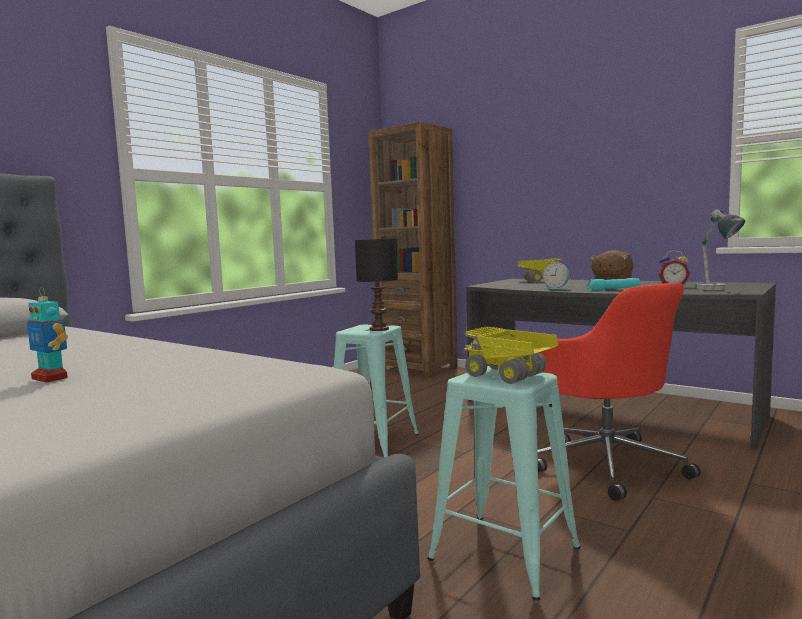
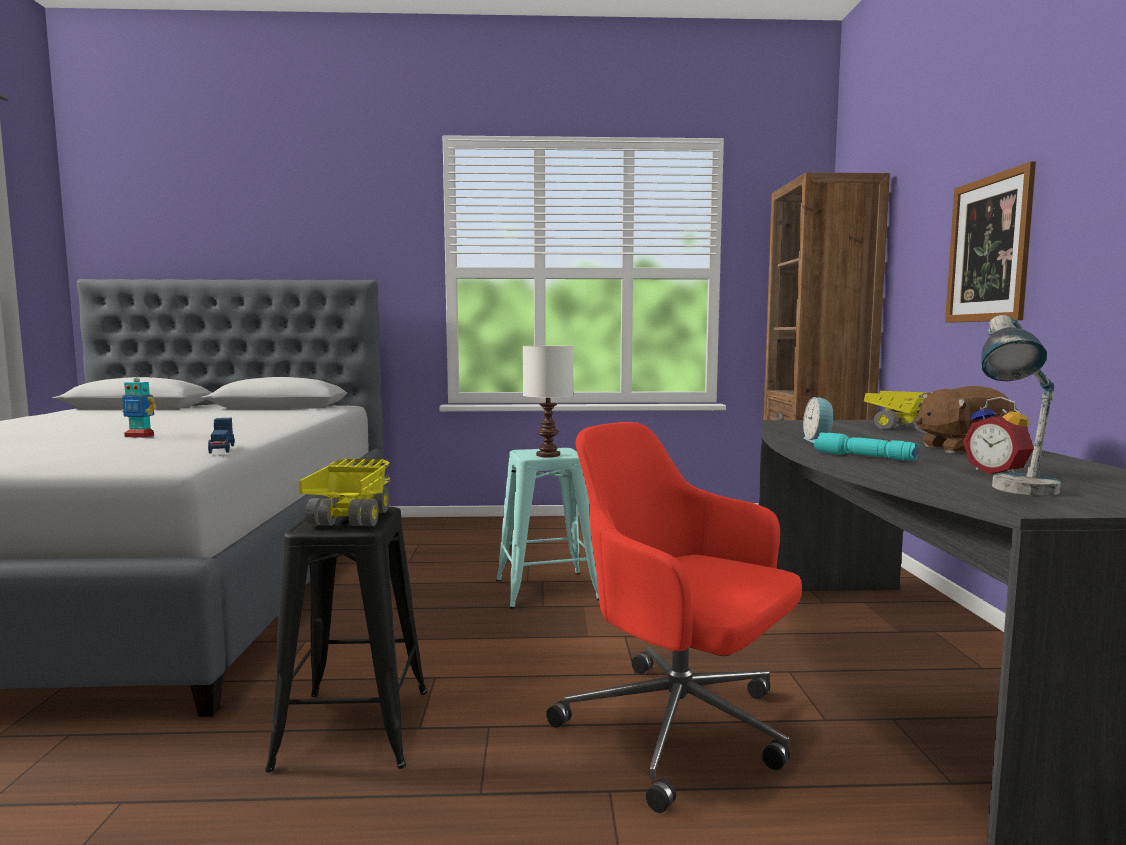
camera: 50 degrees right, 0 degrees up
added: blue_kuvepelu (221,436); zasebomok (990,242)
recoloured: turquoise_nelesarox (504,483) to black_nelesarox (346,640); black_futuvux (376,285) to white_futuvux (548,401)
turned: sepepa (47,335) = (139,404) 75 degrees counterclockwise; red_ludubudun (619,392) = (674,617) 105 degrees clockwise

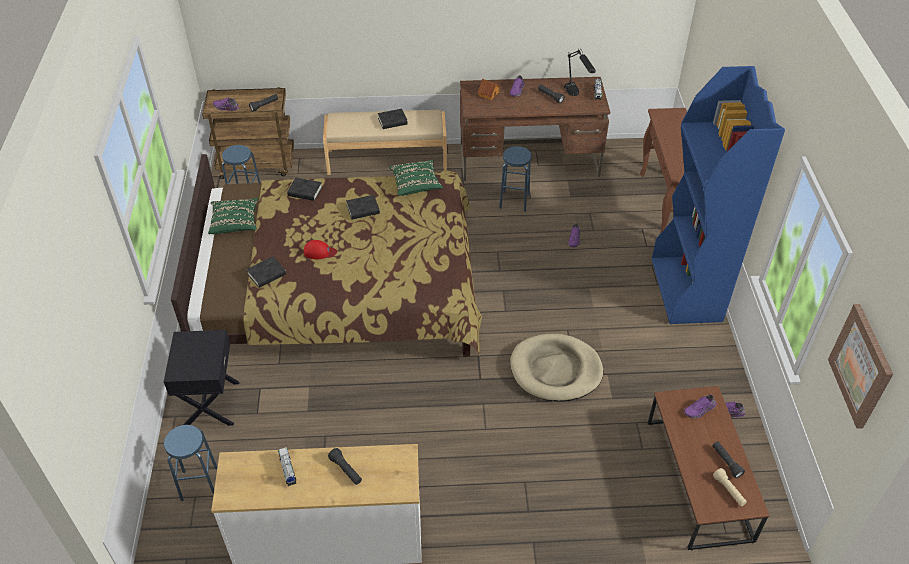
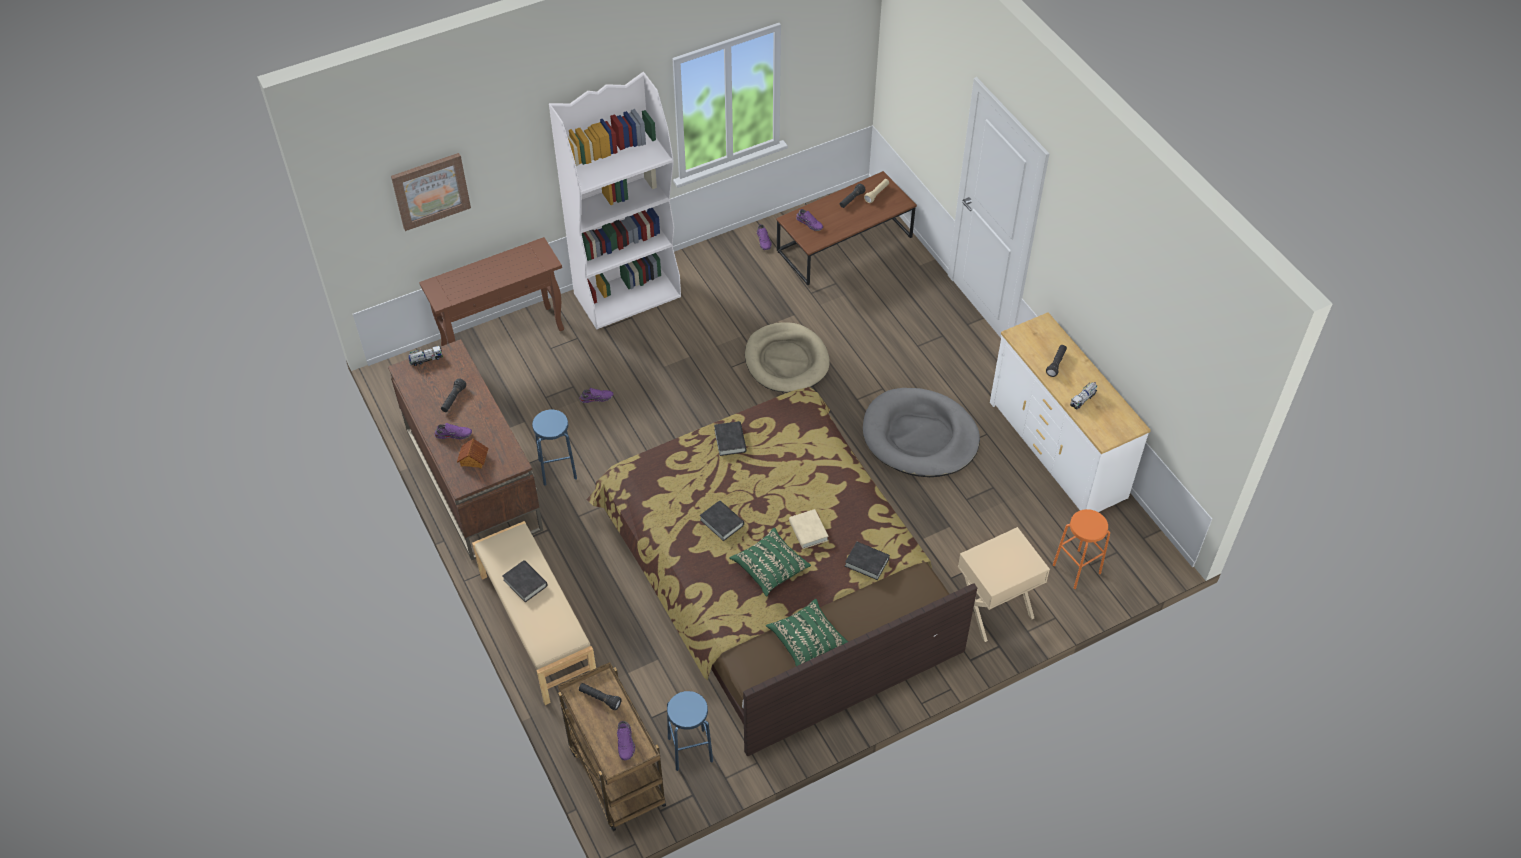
camera: 115 degrees left, 5 degrees up
removed: black_futuvux (580,72)
added: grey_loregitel (921,432)
moved: zasebomok (860,366) to (431,192); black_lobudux (304,189) to (730,438); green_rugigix (416,177) to (770,562)
replaced: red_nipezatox (320,249) to beige_lobudux (809,529)
recoloured: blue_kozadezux (718,195) to white_kozadezux (615,200); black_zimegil (201,378) to beige_zimegil (1004,584); blue_nelesarox (190,463) to orange_nelesarox (1081,549)

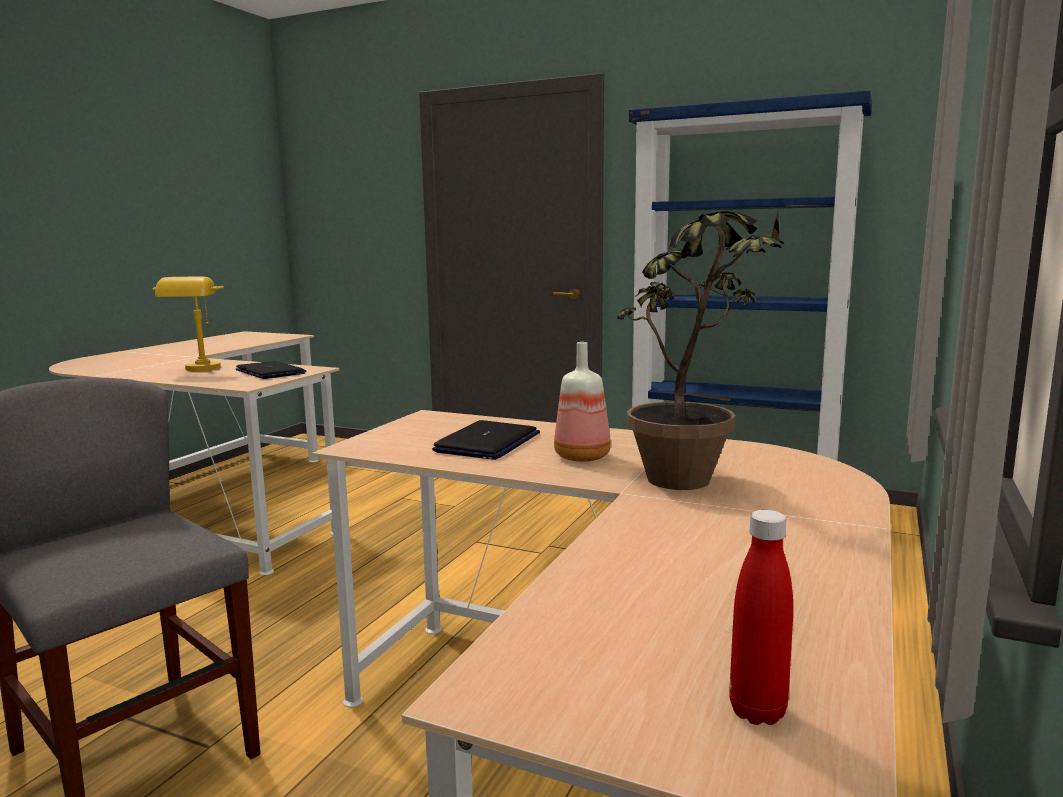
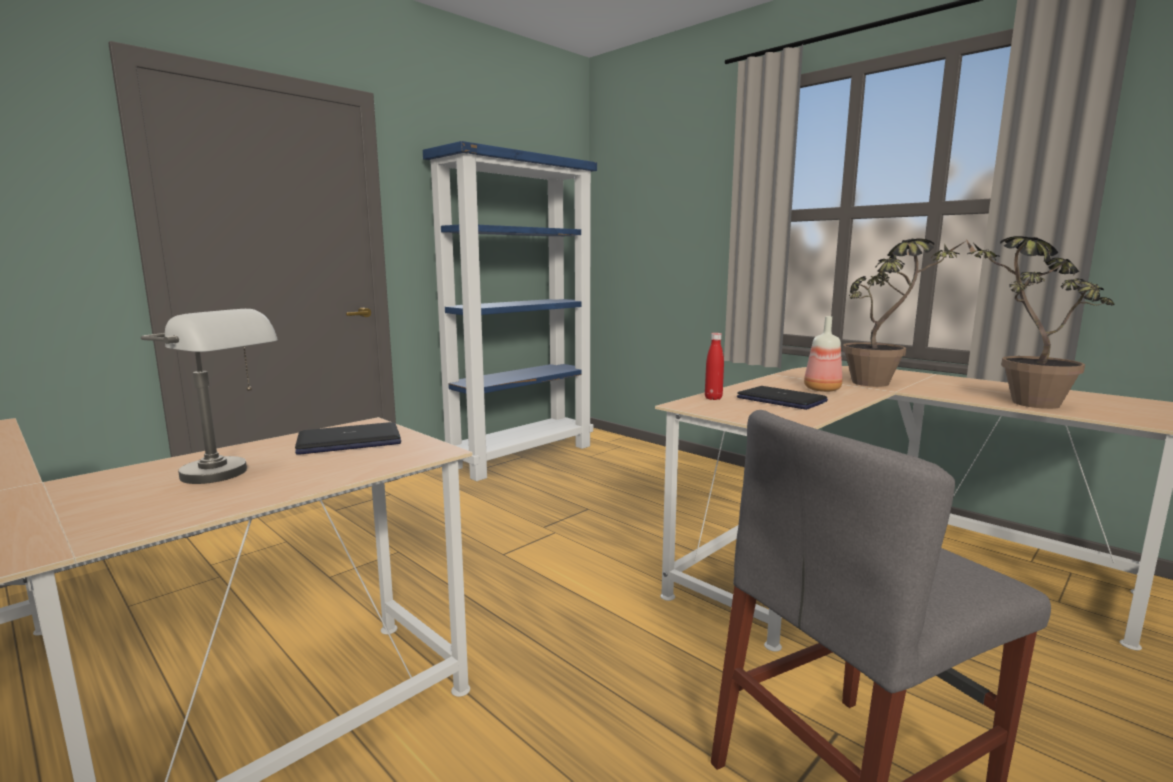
camera: 70 degrees left, 0 degrees up
added: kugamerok (1040,322)
moved: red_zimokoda (761,617) to (714,366)
recoloured: yellow_futuvux (188,324) to grey_futuvux (209,396)

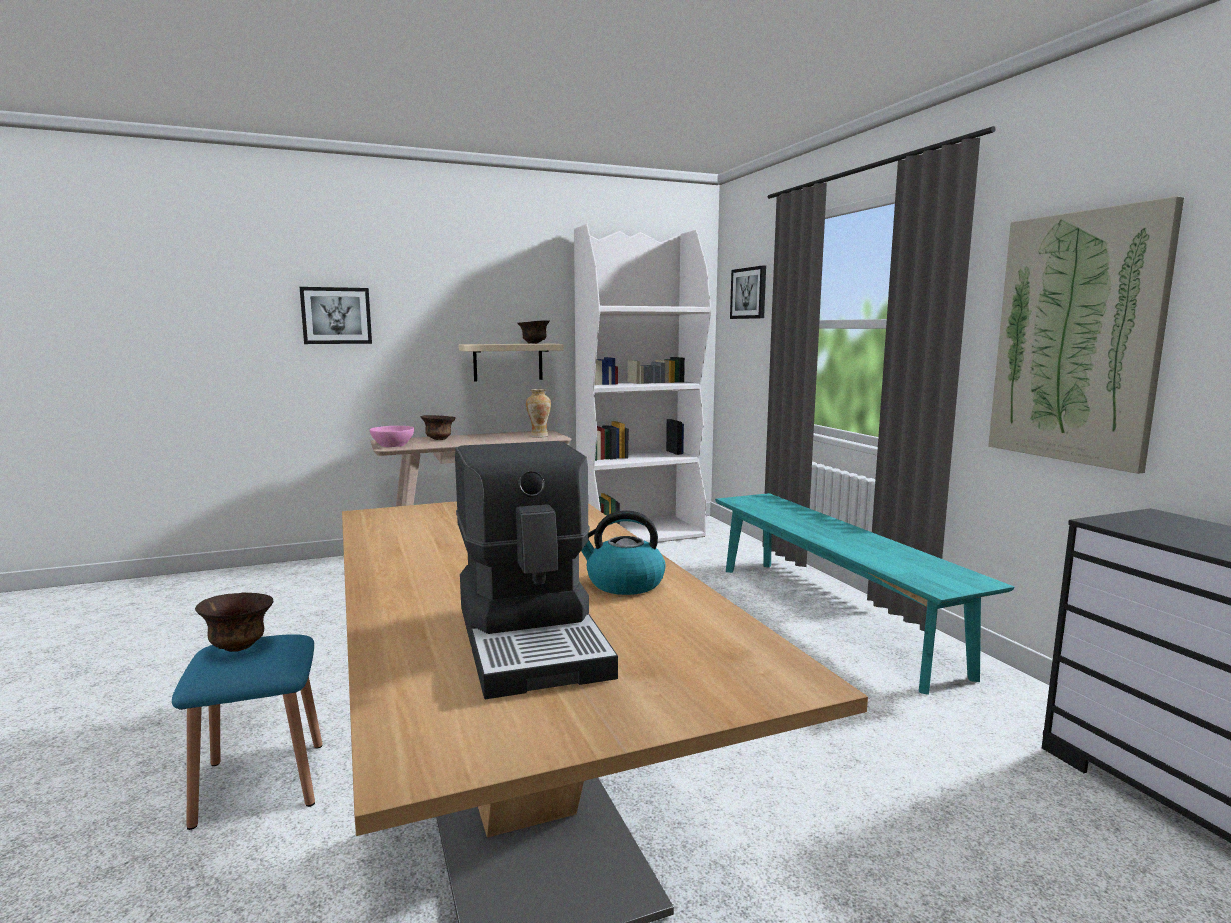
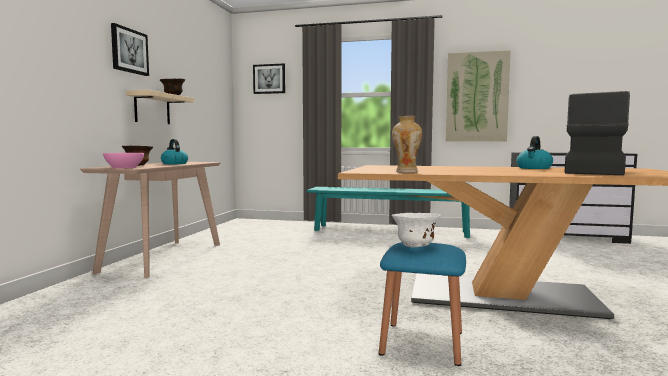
camera: 55 degrees left, 5 degrees down
removed: white_kozadezux (642,383)
added: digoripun (174,151)
moved: zasebomok (336,315) to (130,49); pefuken (538,413) to (407,144)
recoloured: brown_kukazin (234,622) to white_kukazin (416,230)
turned: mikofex (536,570) = (597,133) 75 degrees counterclockwise

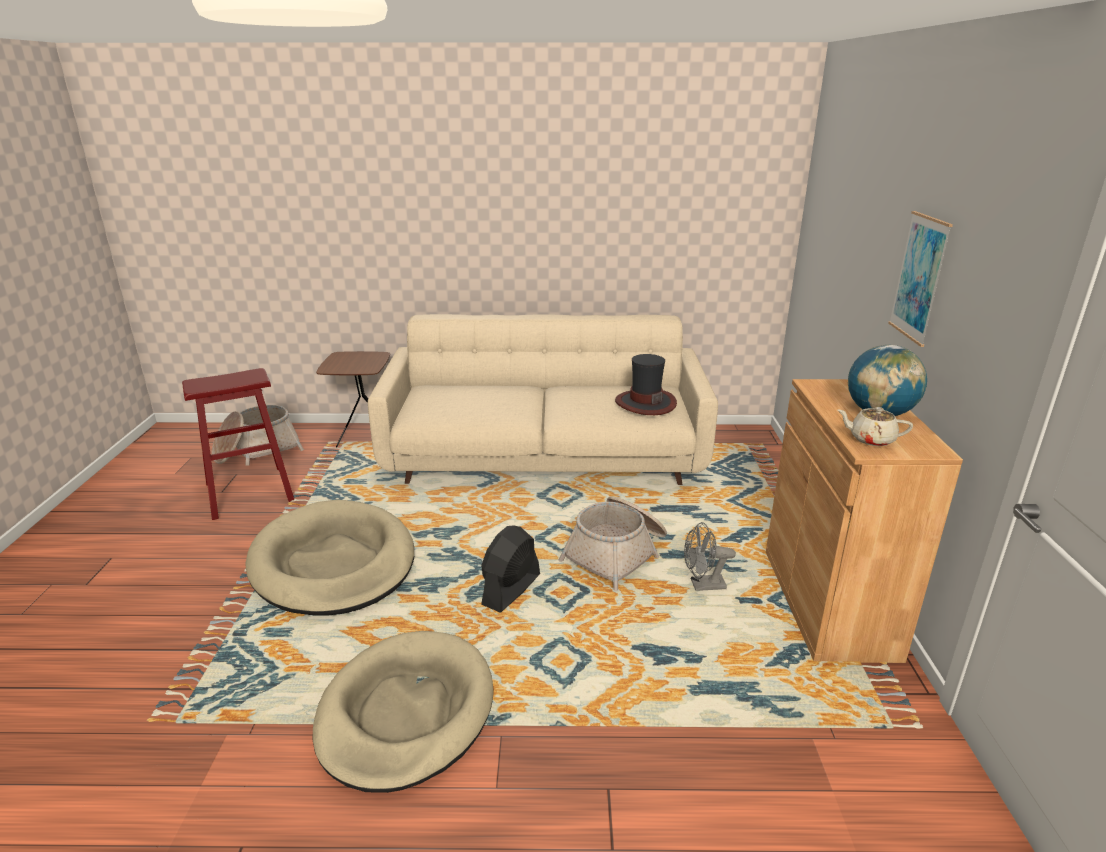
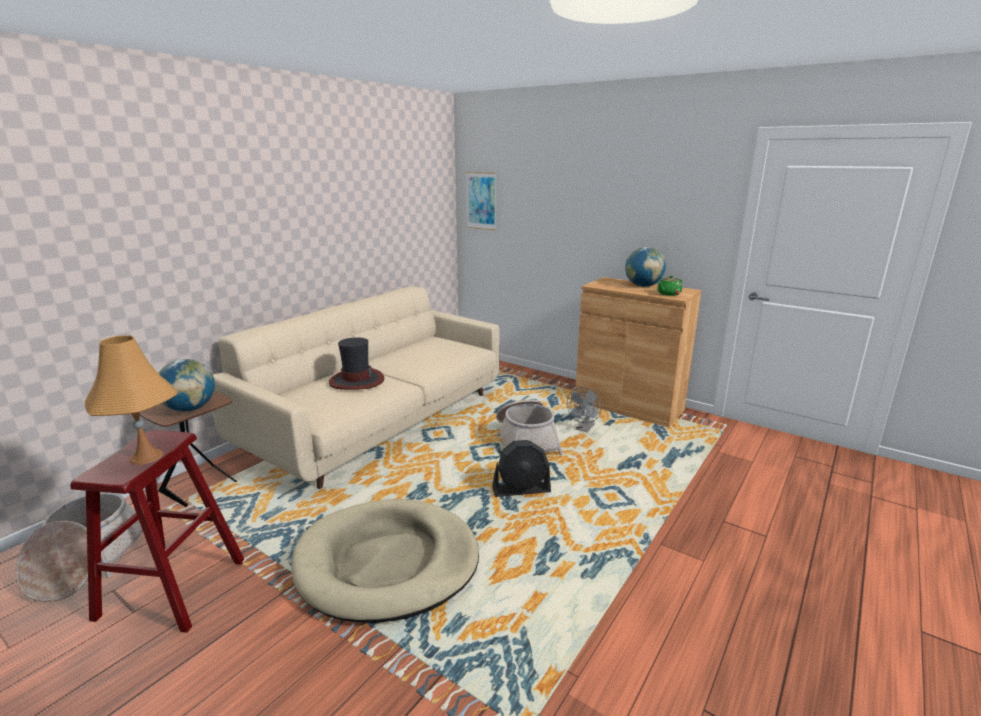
camera: 55 degrees left, 5 degrees down
removed: beige_loregitel (402,712)
added: orange_futuvux (131,400); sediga (187,385)
moved: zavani (646,384) to (356,363); zasebomok (920,279) to (481,201)
recoloured: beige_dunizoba (875,426) to green_dunizoba (669,285)
turned: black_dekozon (510,569) = (521,468) 75 degrees counterclockwise

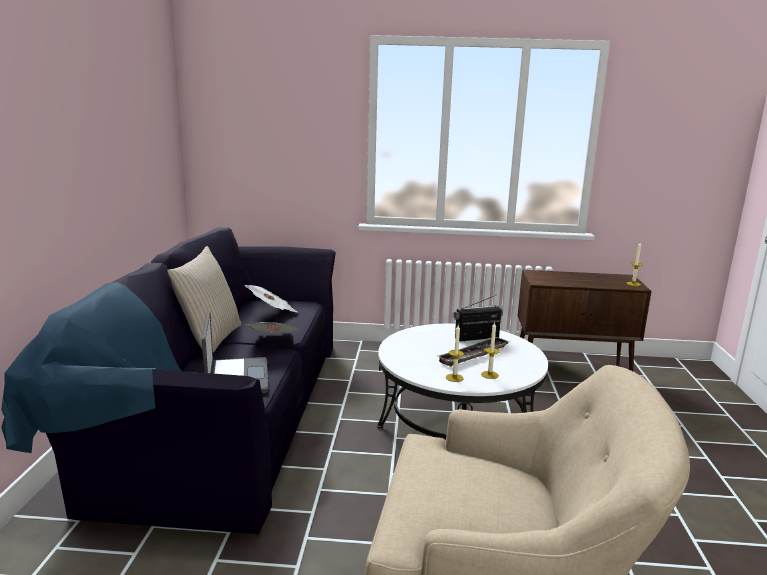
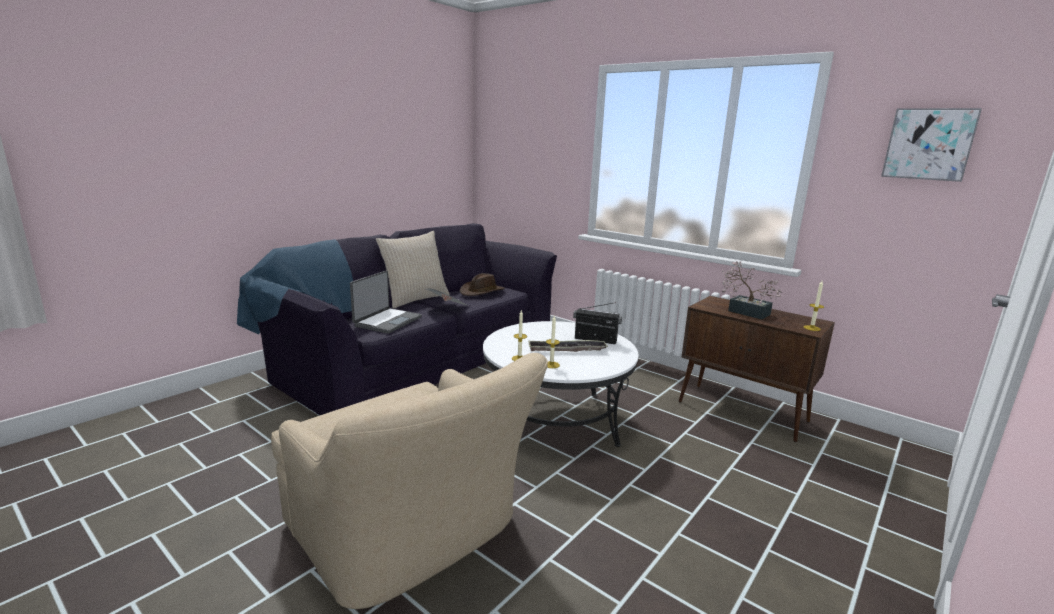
camera: 35 degrees right, 0 degrees up
added: kugamerok (752,290); zasebomok (931,145)
replaced: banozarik (270,298) to brown_zavani (482,284)

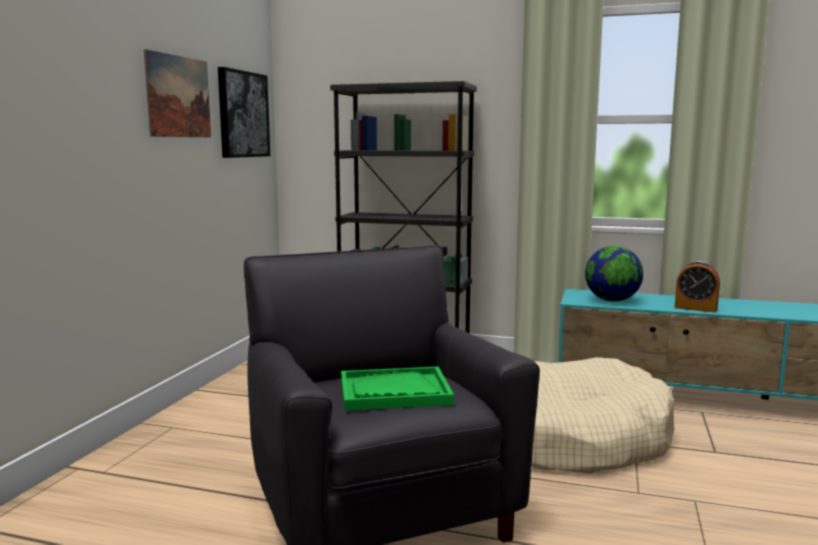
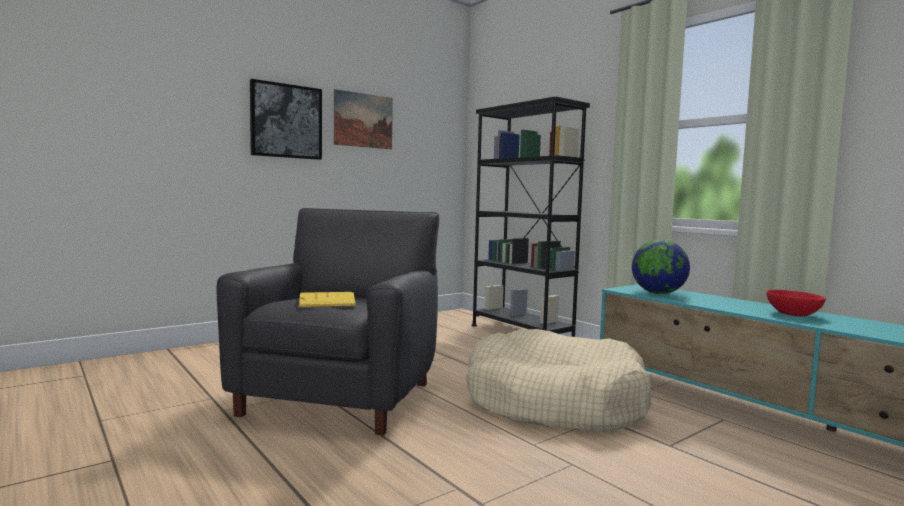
camera: 35 degrees right, 5 degrees down
removed: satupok (697,287)
added: red_kukazin (796,303)
moved: zasebomok (244,112) to (286,119)
replaced: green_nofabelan (397,389) to yellow_lobudux (327,300)

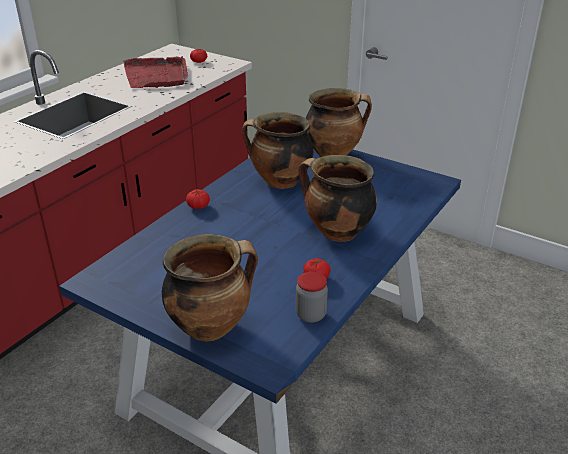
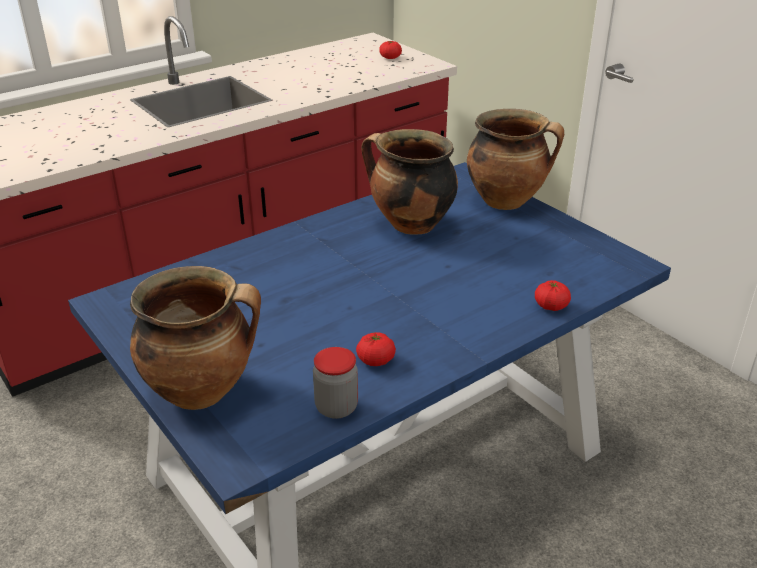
camera: 20 degrees right, 0 degrees up
removed: red_nofabelan (155,72); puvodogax (337,198)
moved: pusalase (198,199) to (553,295)

